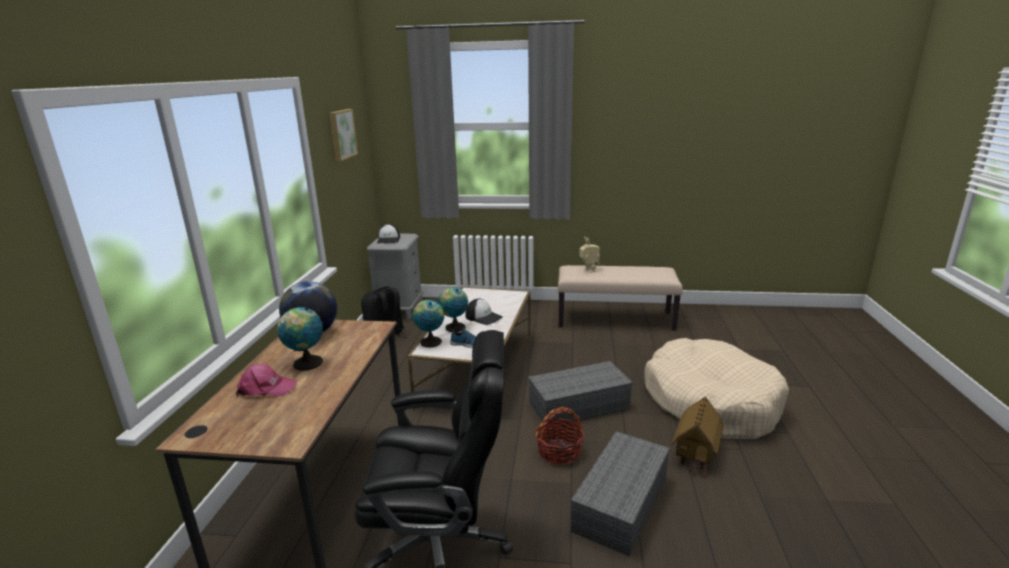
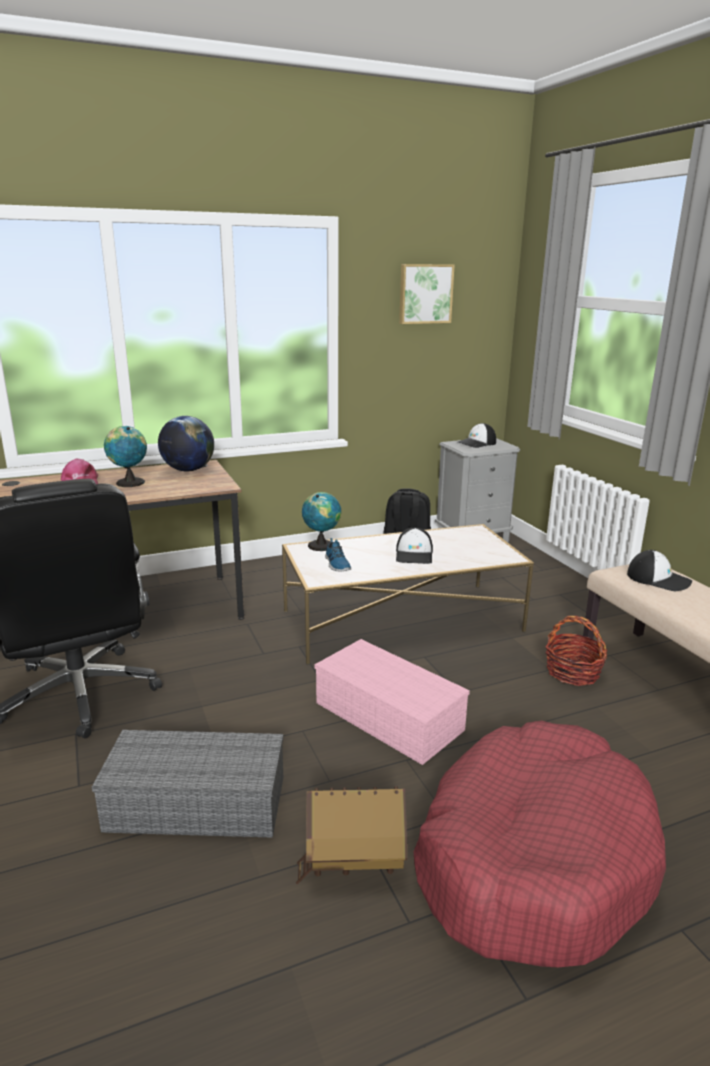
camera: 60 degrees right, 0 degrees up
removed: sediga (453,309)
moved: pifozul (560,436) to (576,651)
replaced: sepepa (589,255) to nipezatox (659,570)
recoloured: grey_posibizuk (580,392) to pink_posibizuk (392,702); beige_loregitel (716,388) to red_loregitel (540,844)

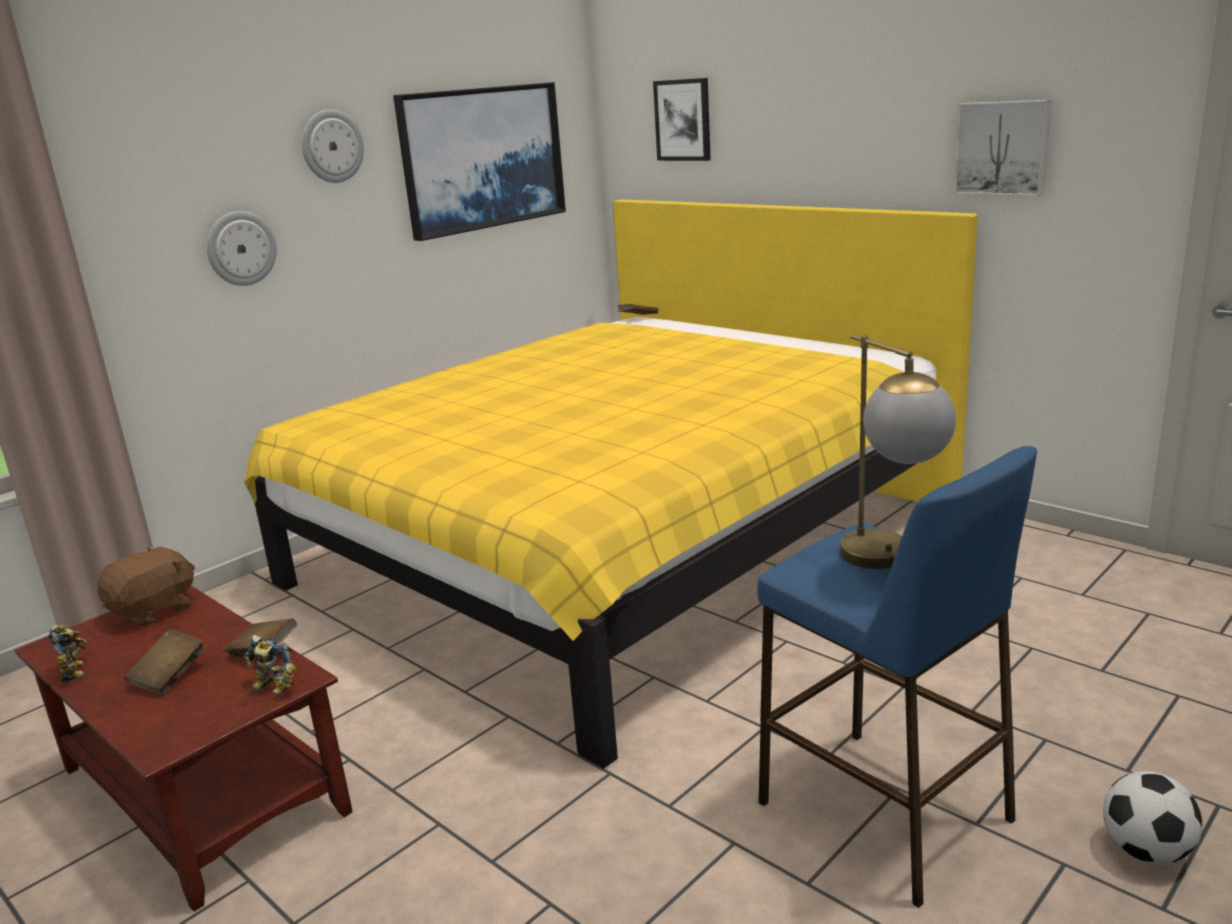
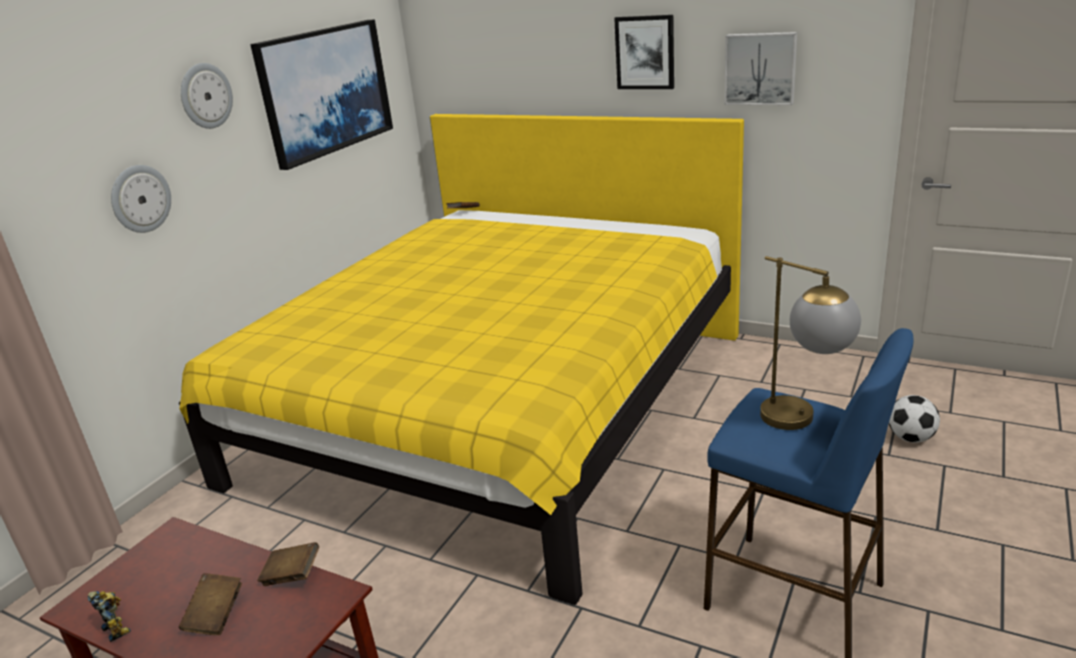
camera: 15 degrees left, 5 degrees up
removed: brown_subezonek (146,586); sepepa (270,665)
moved: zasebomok (682,119) to (644,52); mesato (1152,817) to (914,419)

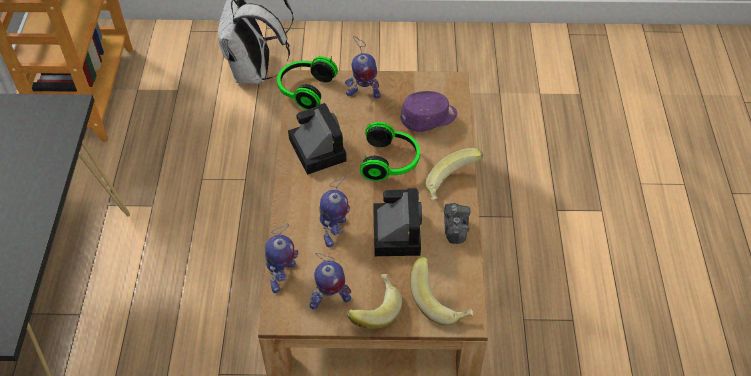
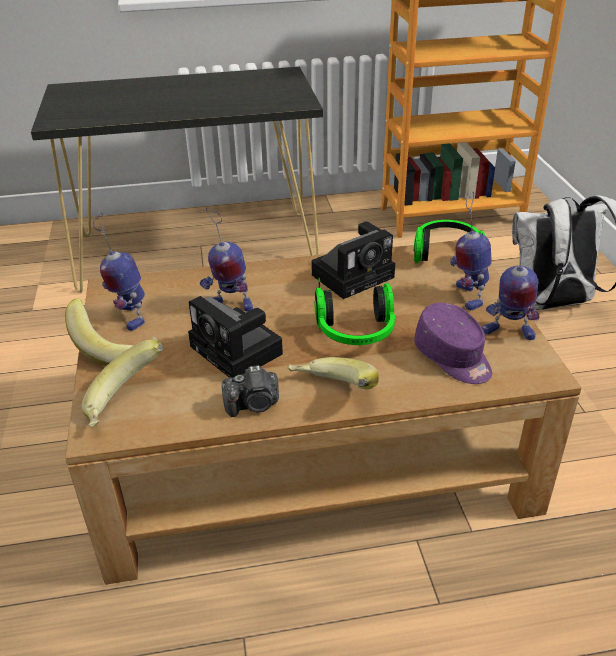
camera: 80 degrees right, 15 degrees down
moved: sepepa (282,258) to (510,285)
turned: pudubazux (397,222) = (235,337) 60 degrees clockwise

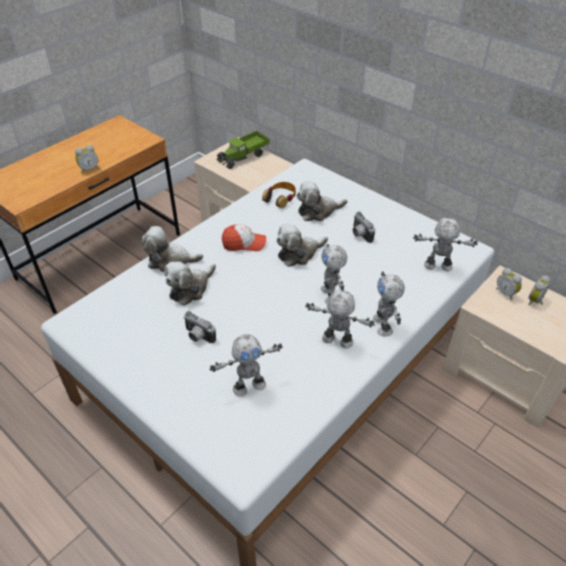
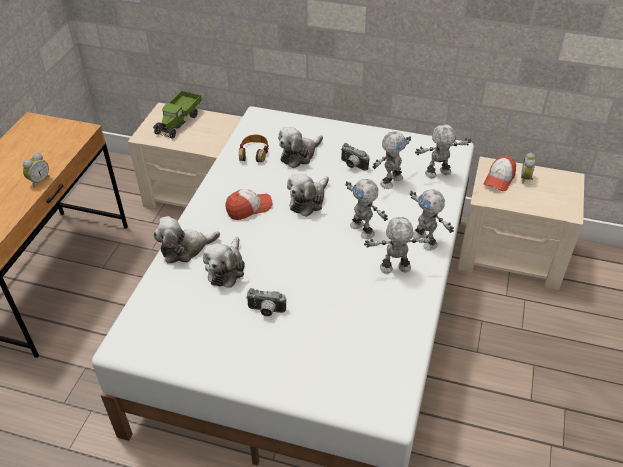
camera: 25 degrees left, 0 degrees up
moved: sepepa (246,365) to (392,160)
replaced: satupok (509,284) to nipezatox (499,173)

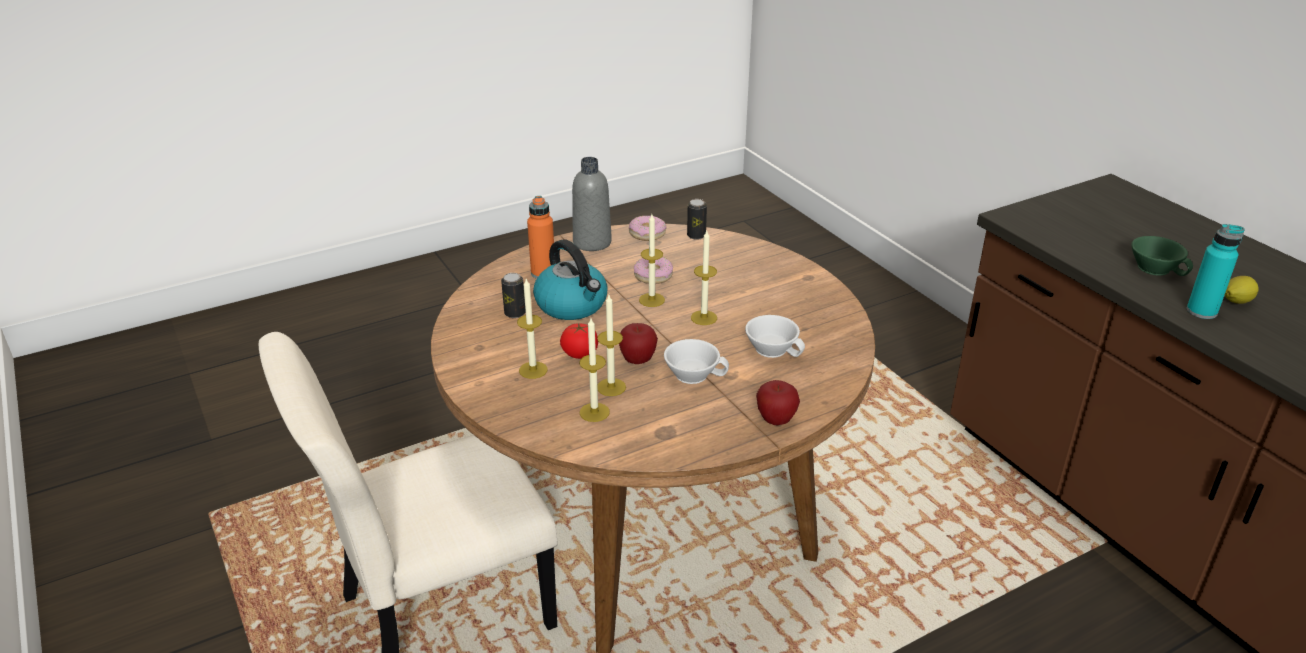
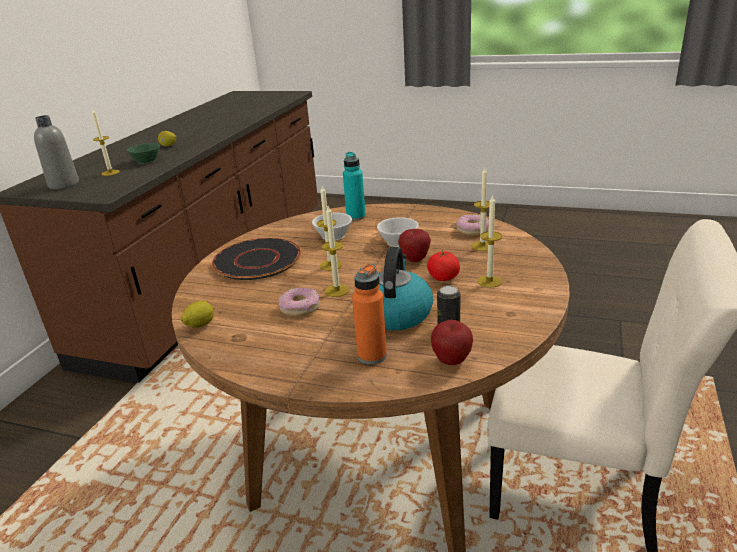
camera: 130 degrees left, 5 degrees down
added: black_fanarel (256,259)
moved: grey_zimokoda (592,204) to (56,152); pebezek (611,345) to (106,142); turquoise_zimokoda (1216,271) to (354,186); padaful (778,402) to (452,342); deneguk (647,228) to (472,225)
replaced: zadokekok (697,219) to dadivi (197,314)

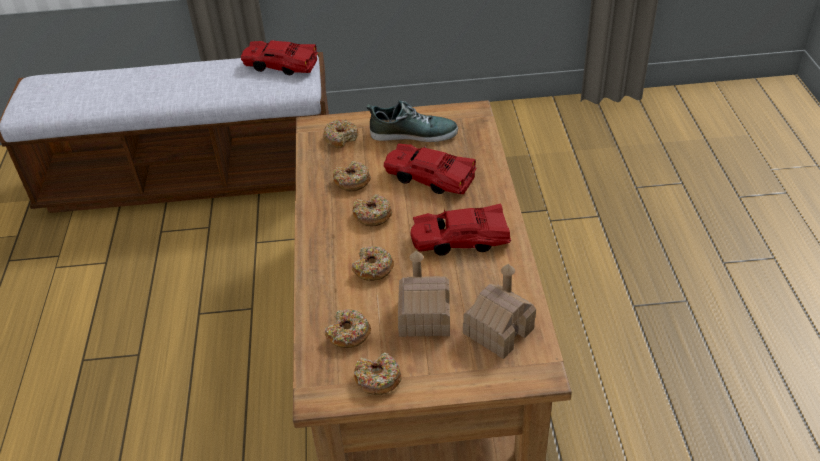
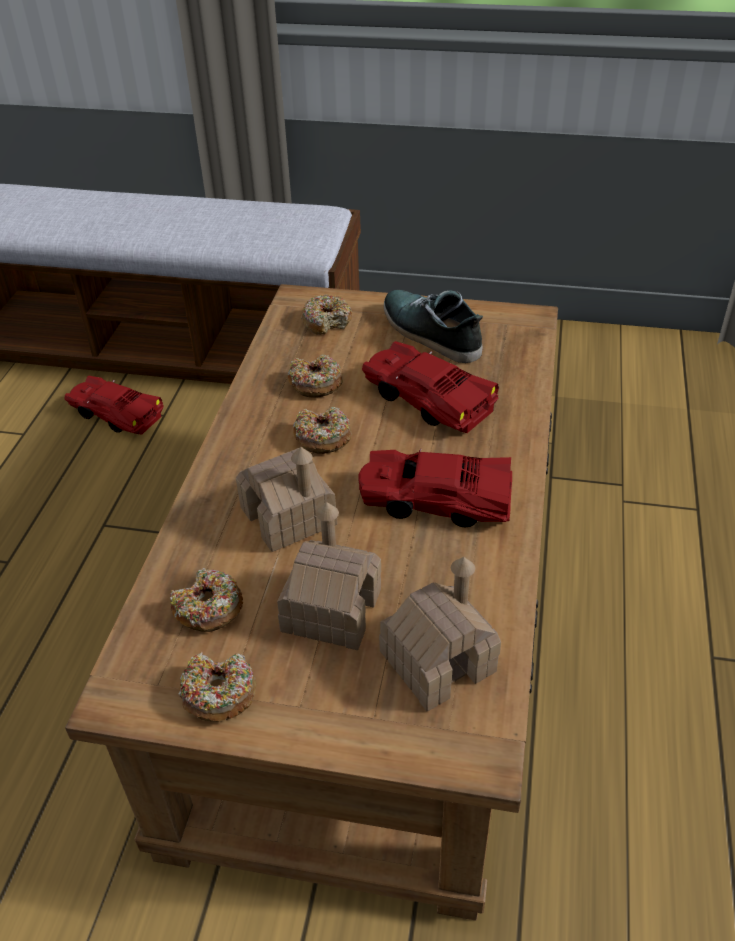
camera: 15 degrees right, 0 degrees up
moved: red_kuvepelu (279,57) to (114,405)
replaced: deneguk (373,263) to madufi (286,499)
turned: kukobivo (412,121) = (433,326) 150 degrees counterclockwise

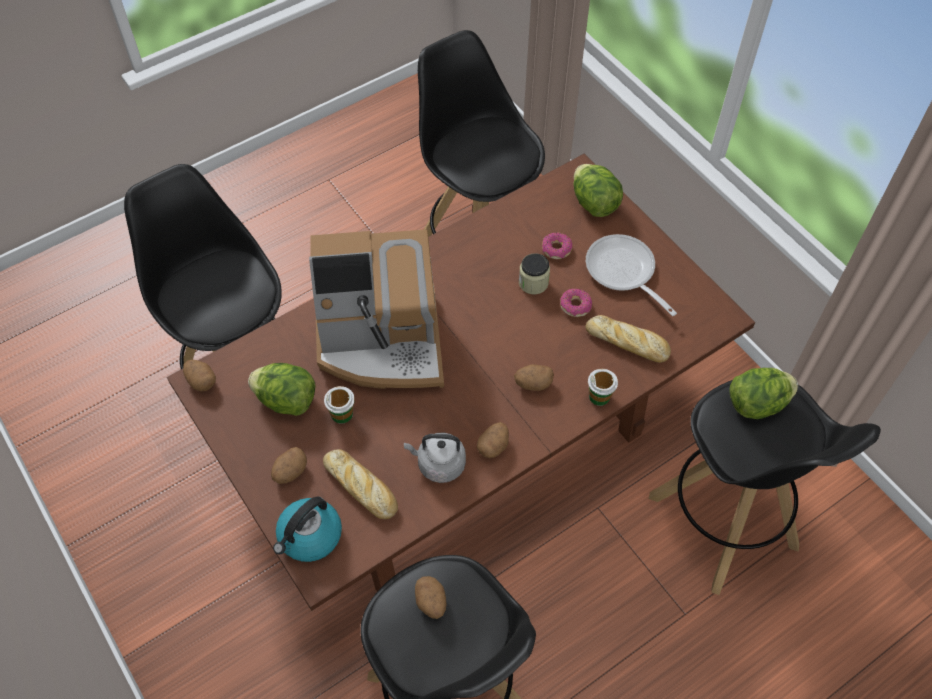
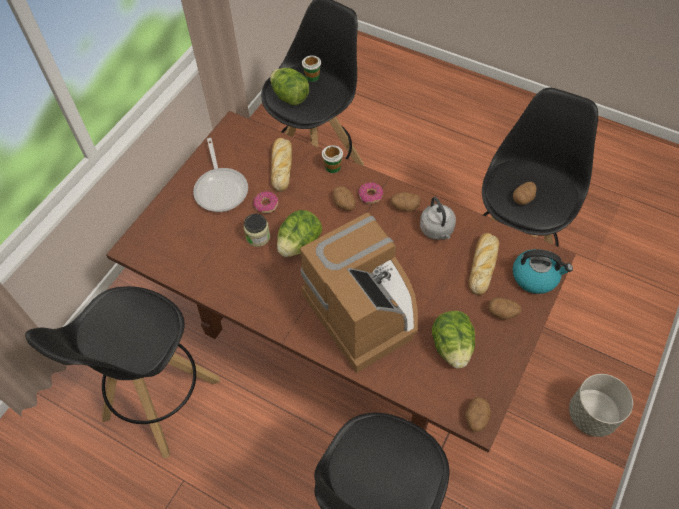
camera: 115 degrees left, 0 degrees up
added: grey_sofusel (601,405)
moved: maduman (598,190) to (299,233); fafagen (339,405) to (311,68); deneguk (557,246) to (370,193)
turned: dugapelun (631,275) = (220,175) 45 degrees counterclockwise

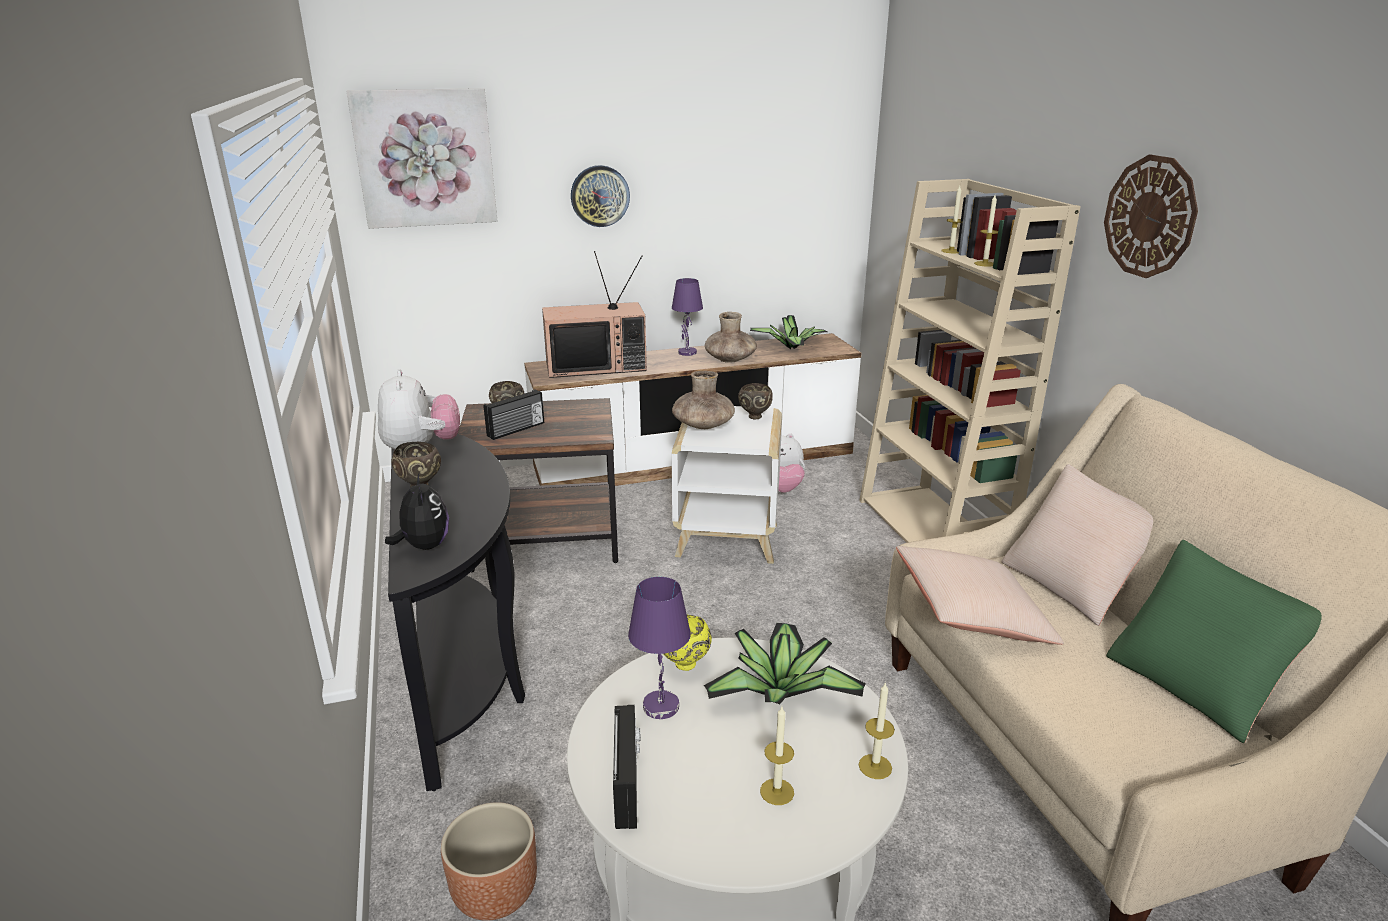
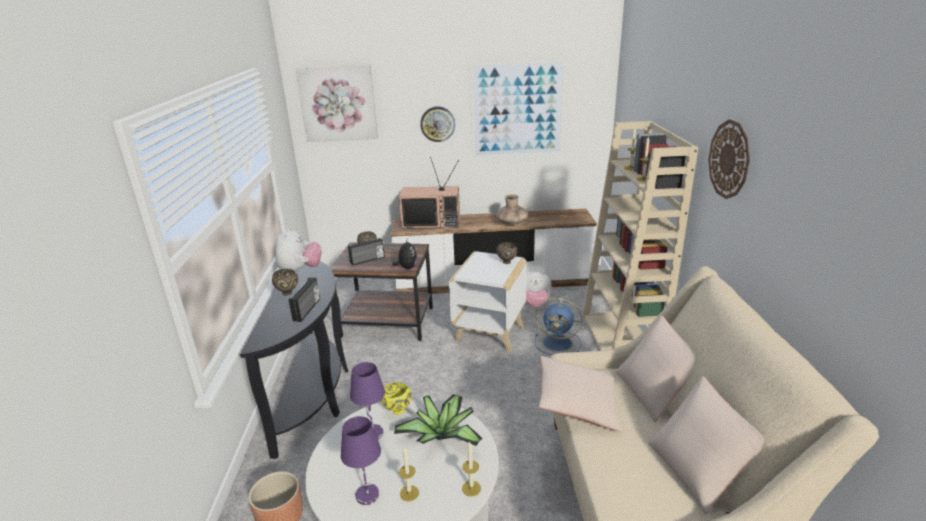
camera: 15 degrees right, 0 degrees up
removed: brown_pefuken (703,400); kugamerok (788,332)
added: zasebomok (518,108); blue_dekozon (558,326)
moved: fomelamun (627,767) to (304,300); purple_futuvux (687,317) to (361,460); subezonek (417,511) to (405,255)
recoloured: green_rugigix (1214,642) to beige_rugigix (706,445)

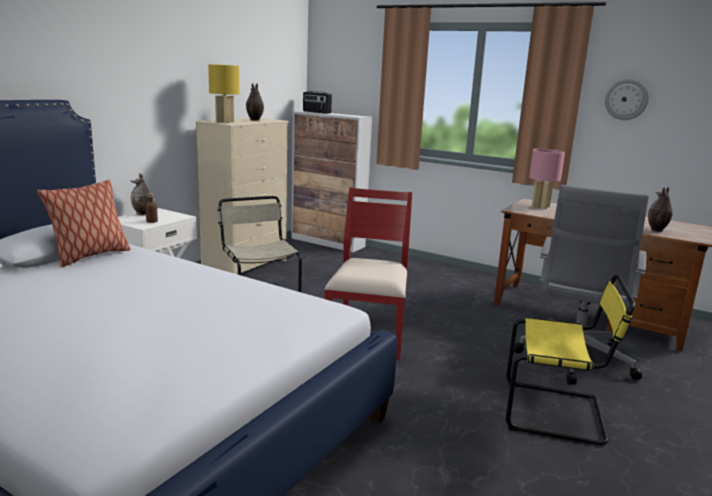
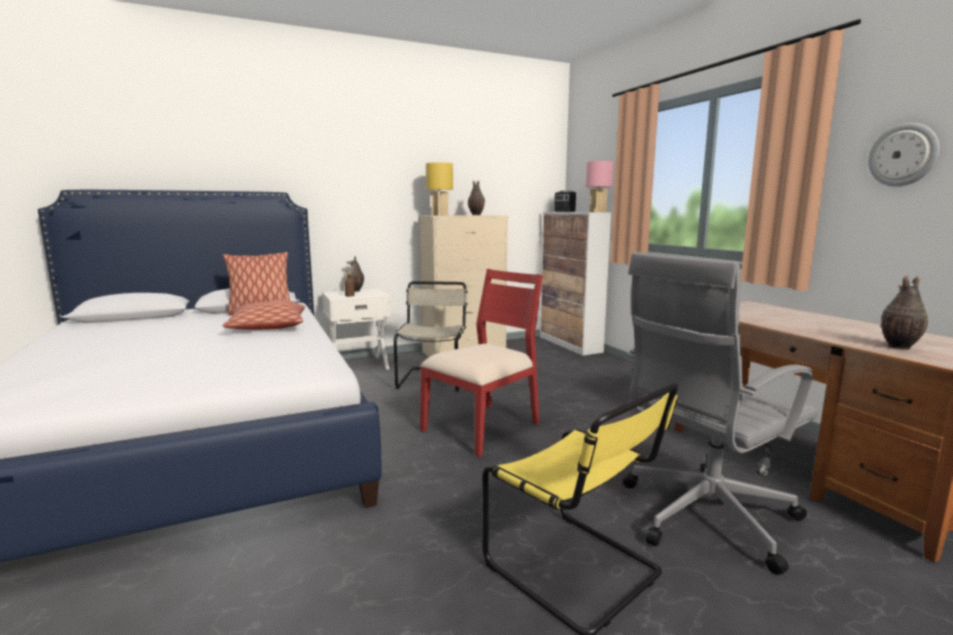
camera: 35 degrees right, 5 degrees down
added: rugigix (263,315)
moved: pink_futuvux (547,179) to (600,186)

